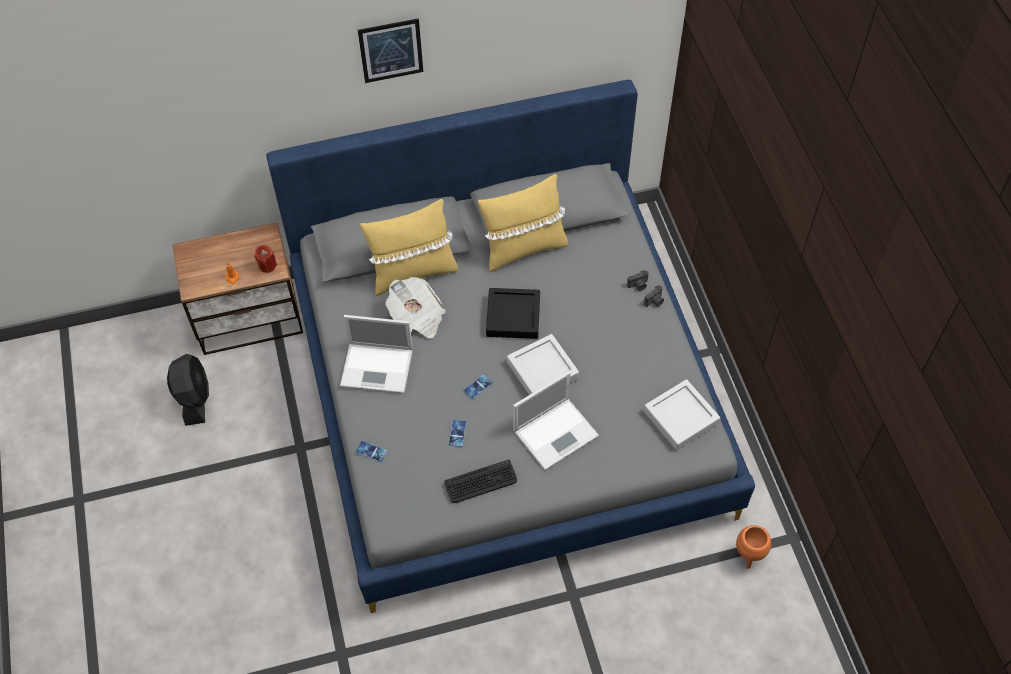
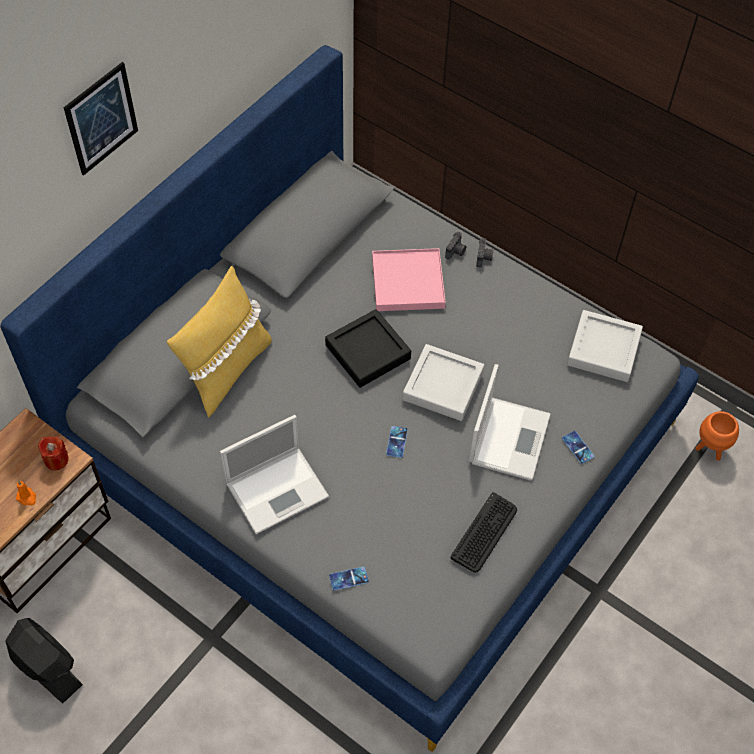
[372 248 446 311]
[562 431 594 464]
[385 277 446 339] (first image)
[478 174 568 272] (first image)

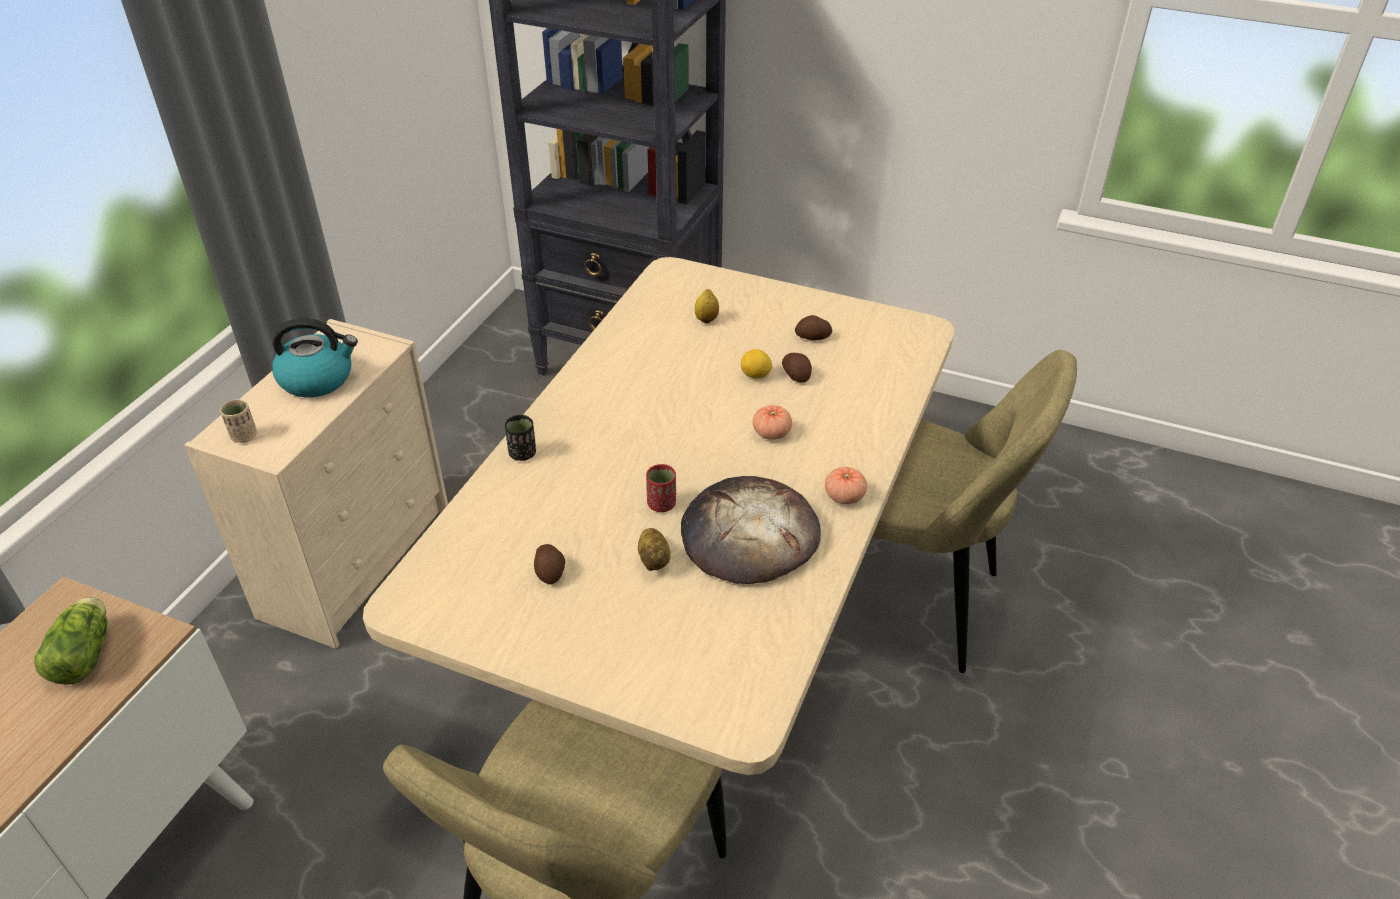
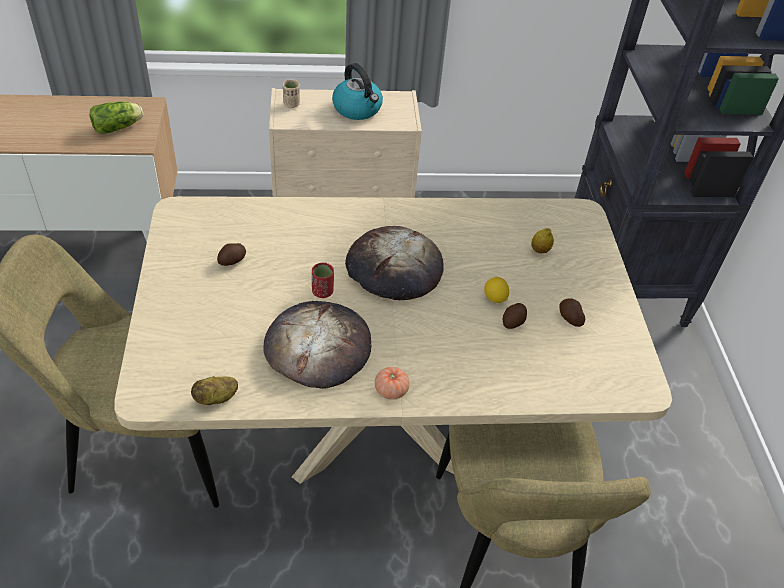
[191 377 238 405]
[345 226 444 300]
[505 415 536 461] (first image)
[753 405 792 440] (first image)

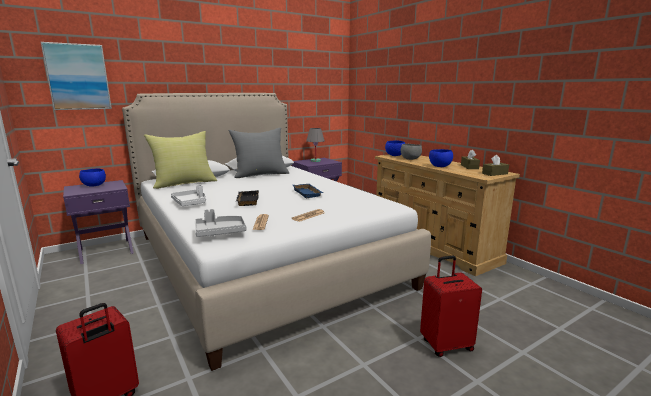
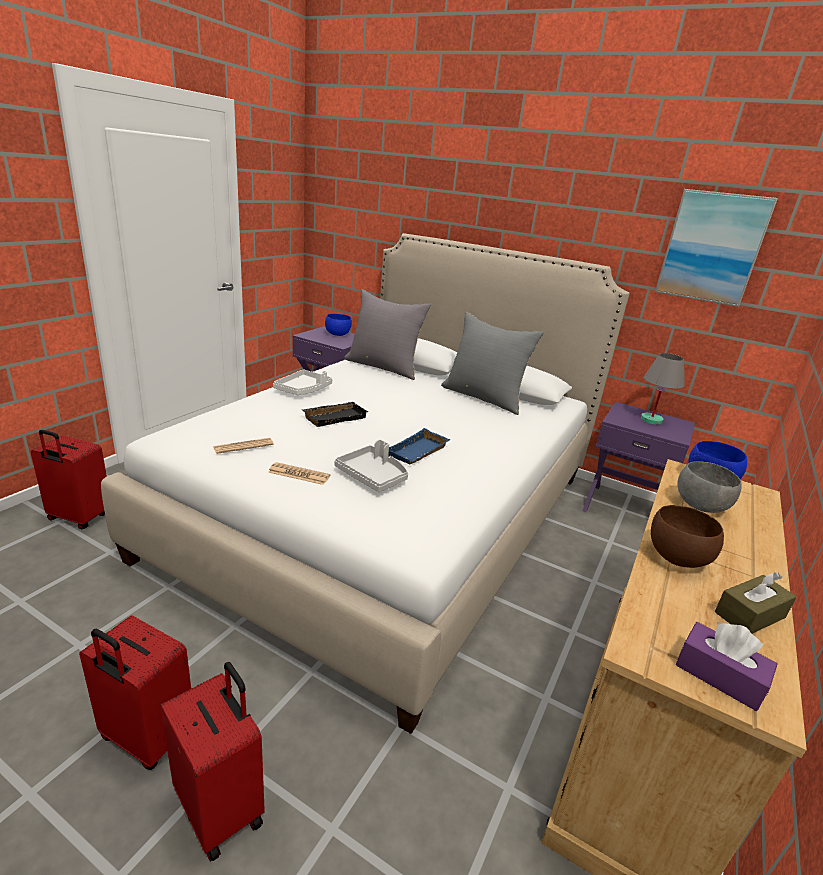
[79 615 191 770]
[334 439 408 492]
[344 289 431 380]
[651 505 724 568]
[655 189 778 307]
[676 622 777 711]

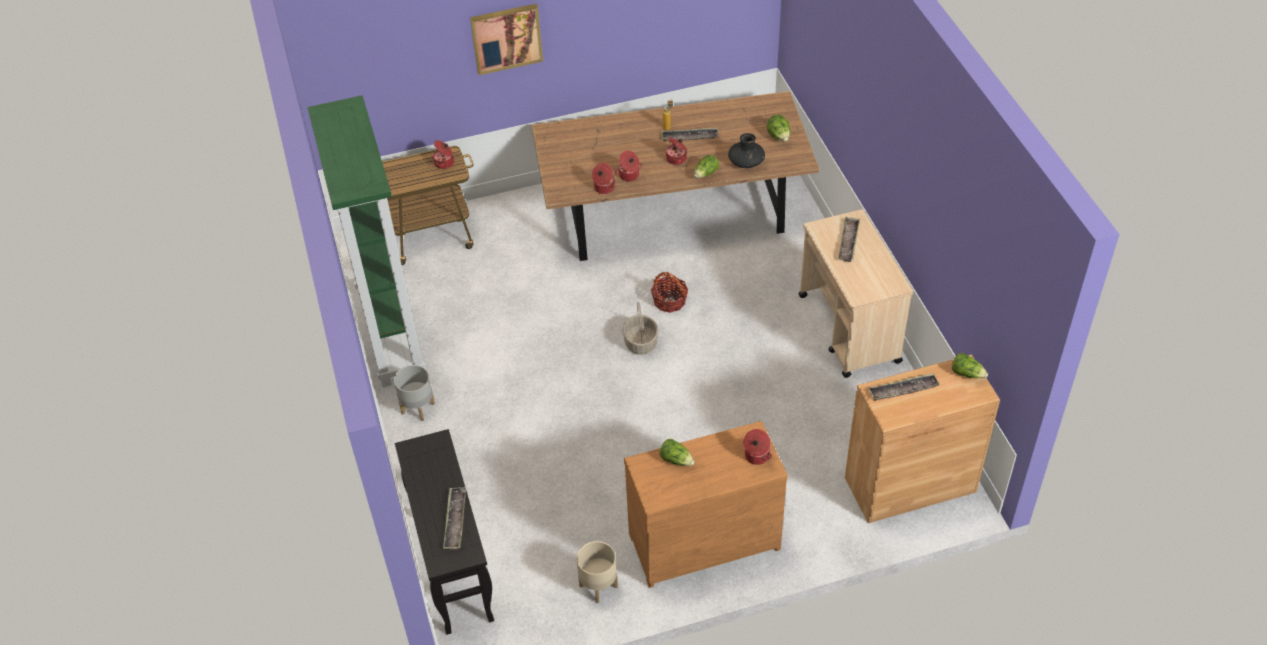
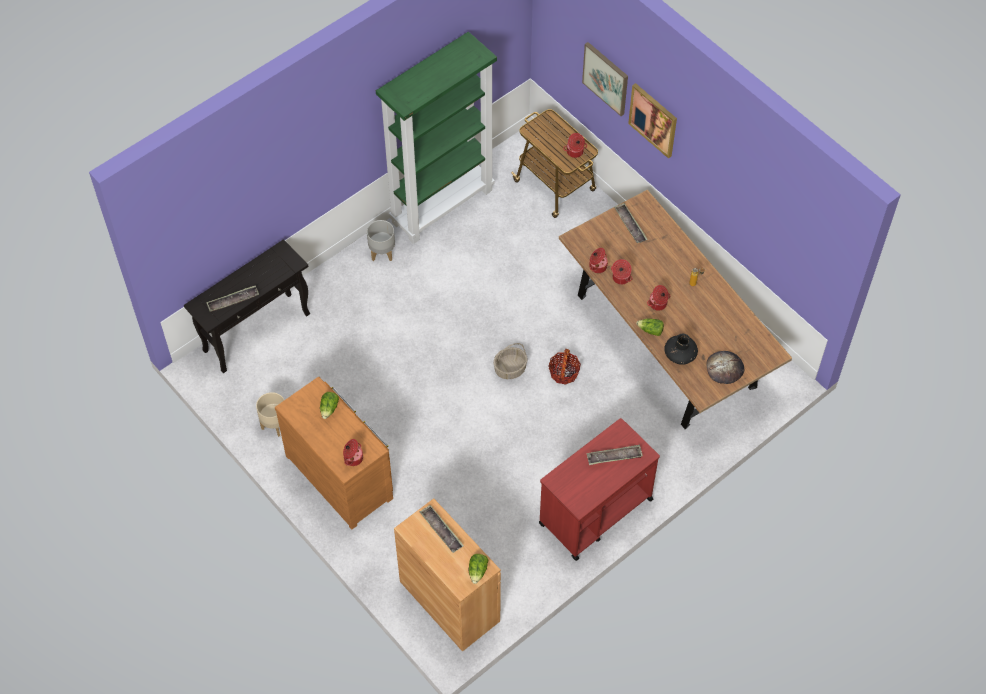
[539 418 660 561]
[582 42 628 116]
[614 203 648 243]
[706 351 744 384]

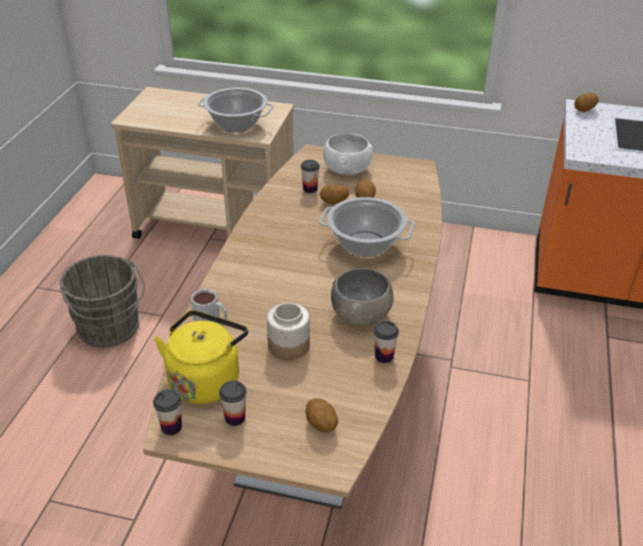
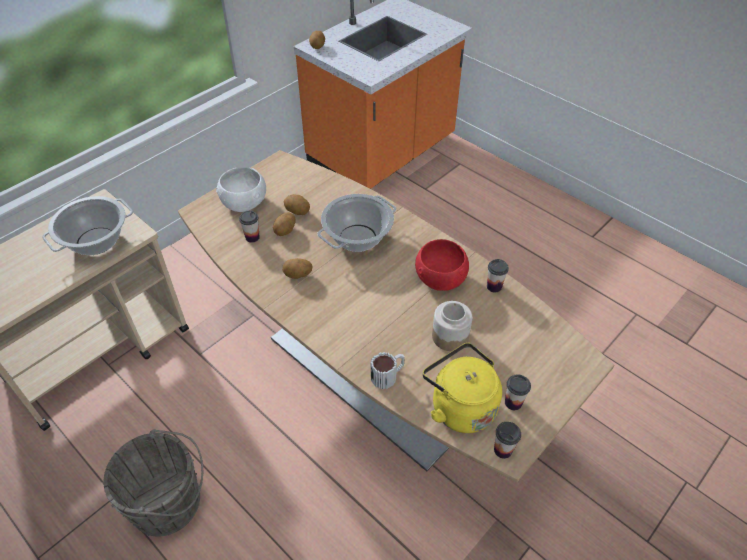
[282 258 313 279]
[415 239 469 291]

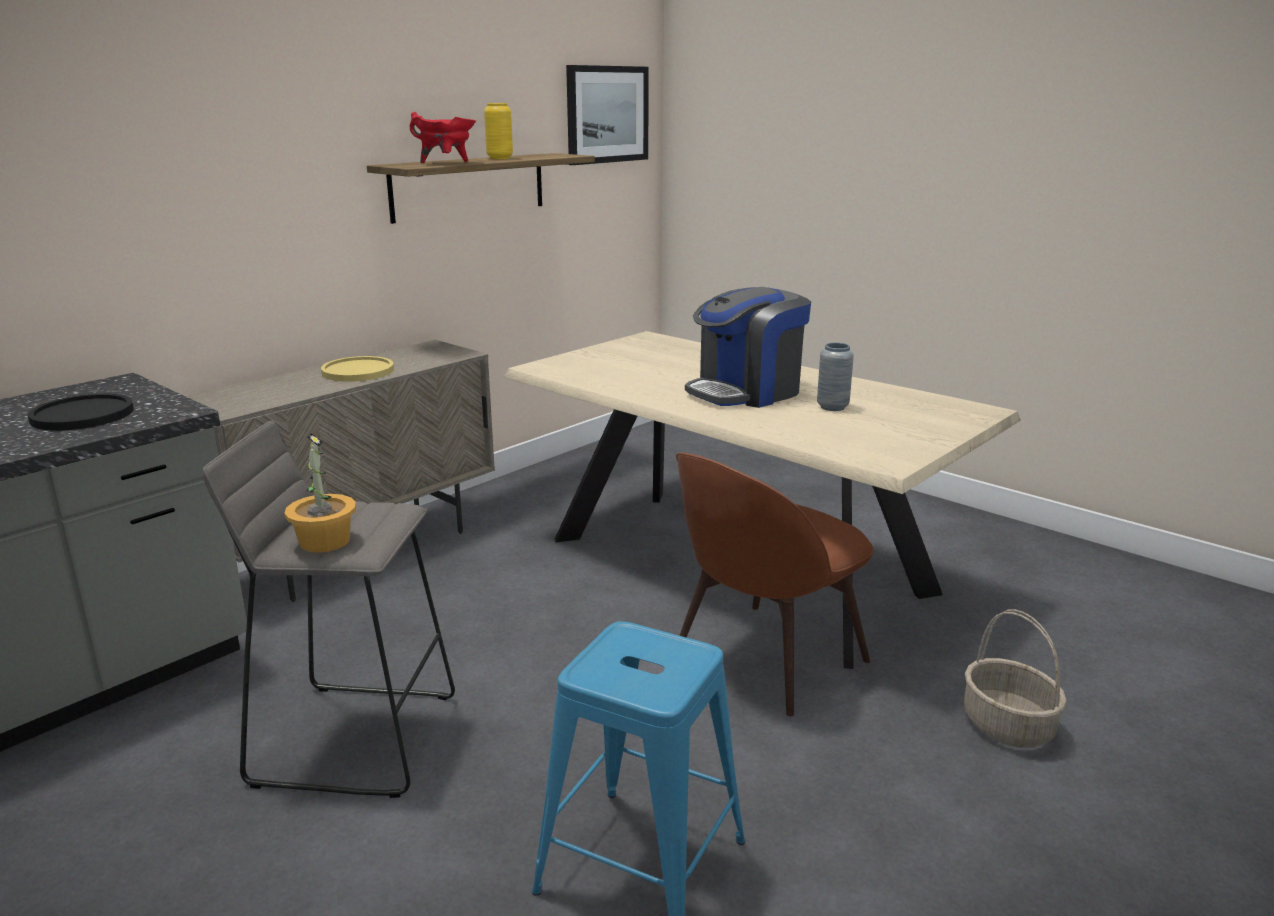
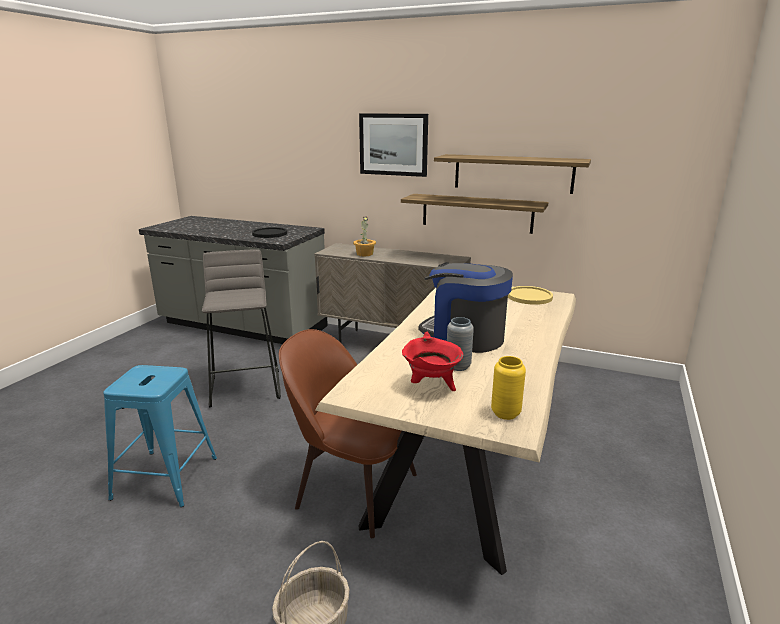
[353 216 376 256]
[359 113 428 177]
[401 194 549 234]
[402 332 463 391]
[491 356 526 420]
[508 286 553 305]

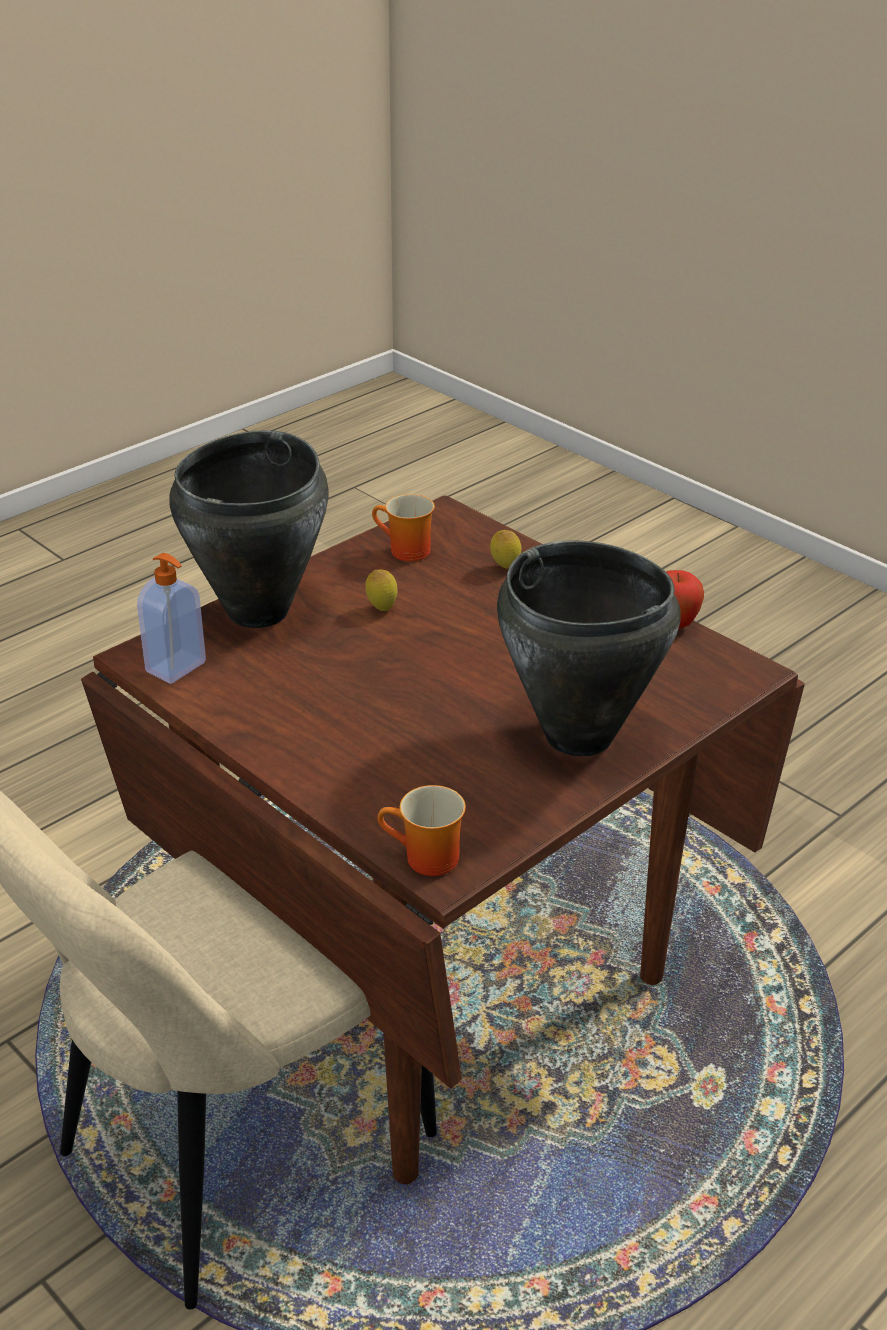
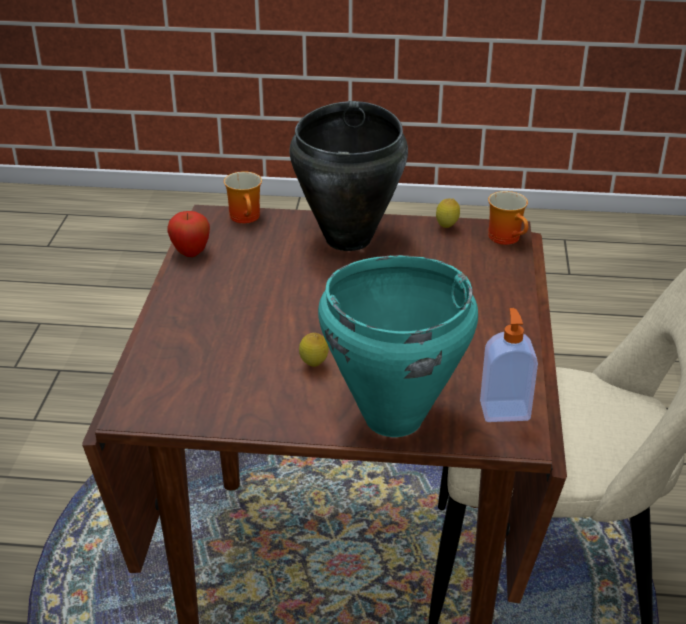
[224 172 262 223]
[318 255 478 437]
[436 199 460 228]

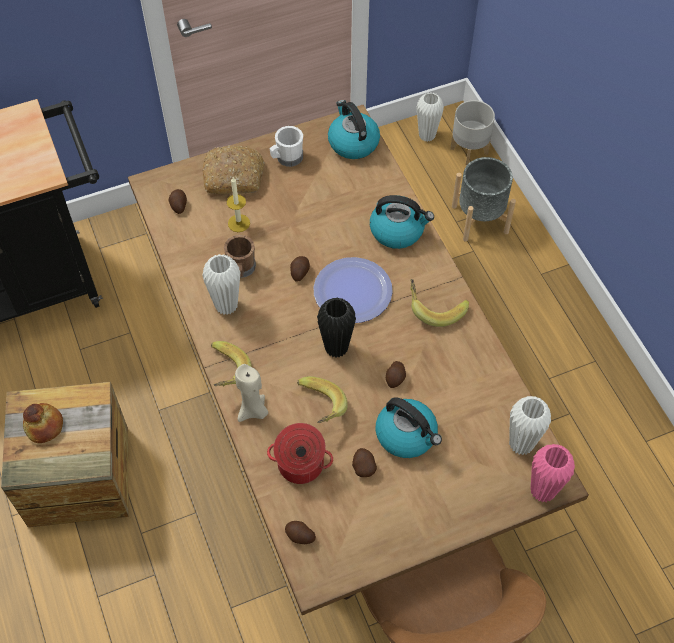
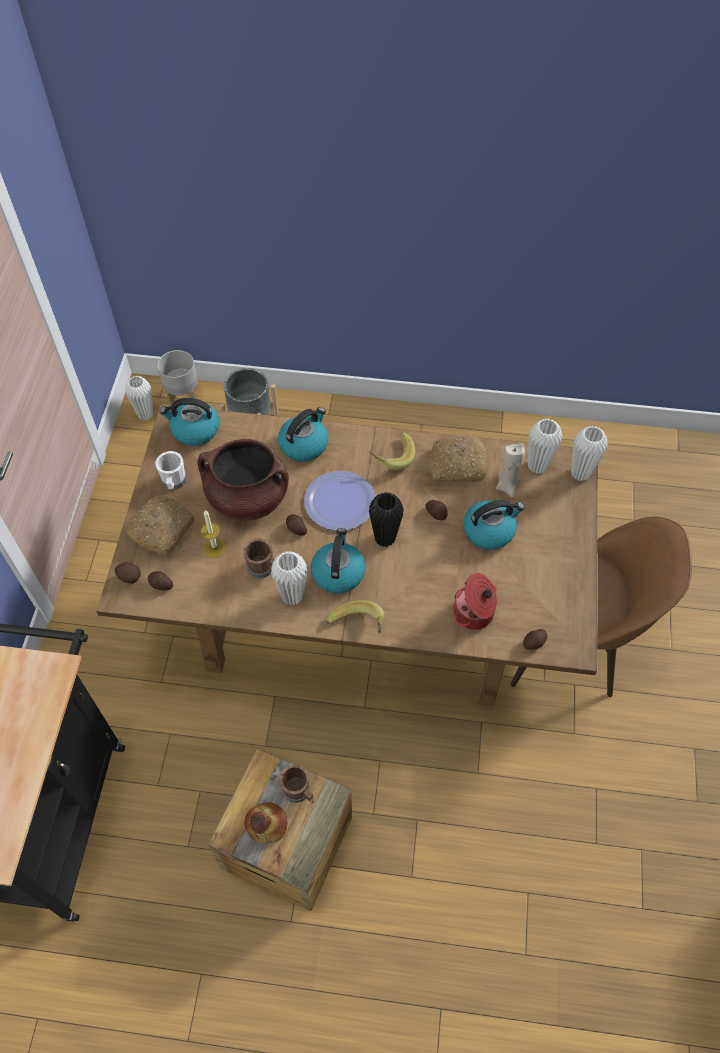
[115 562 141 584]
[198 439 289 521]
[279 764 313 803]
[311 528 365 593]
[429 435 488 482]
[496 443 525 498]
[571 426 608 481]
[297 376 348 423] (first image)

